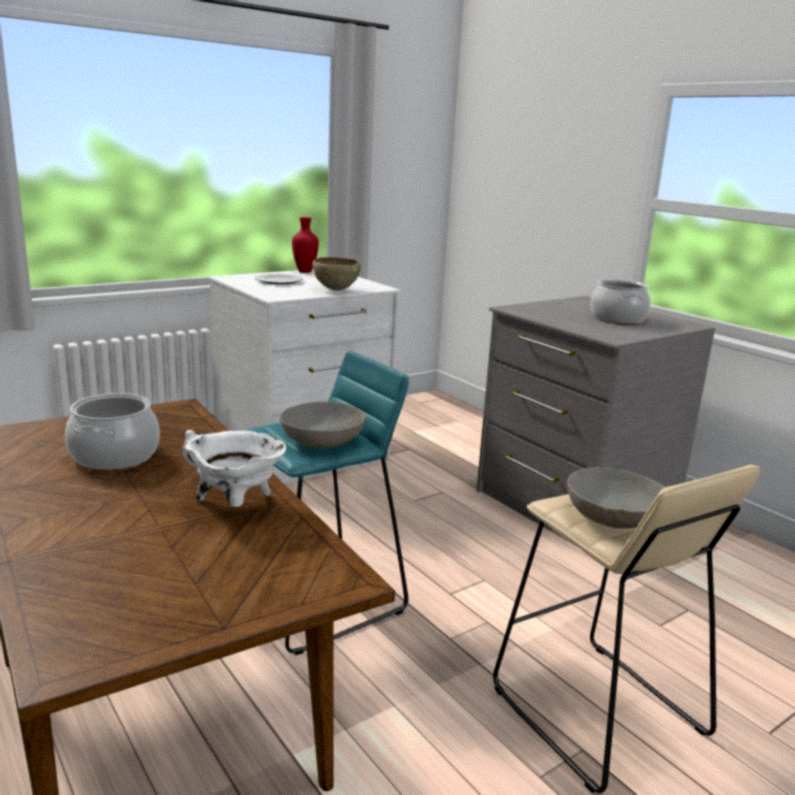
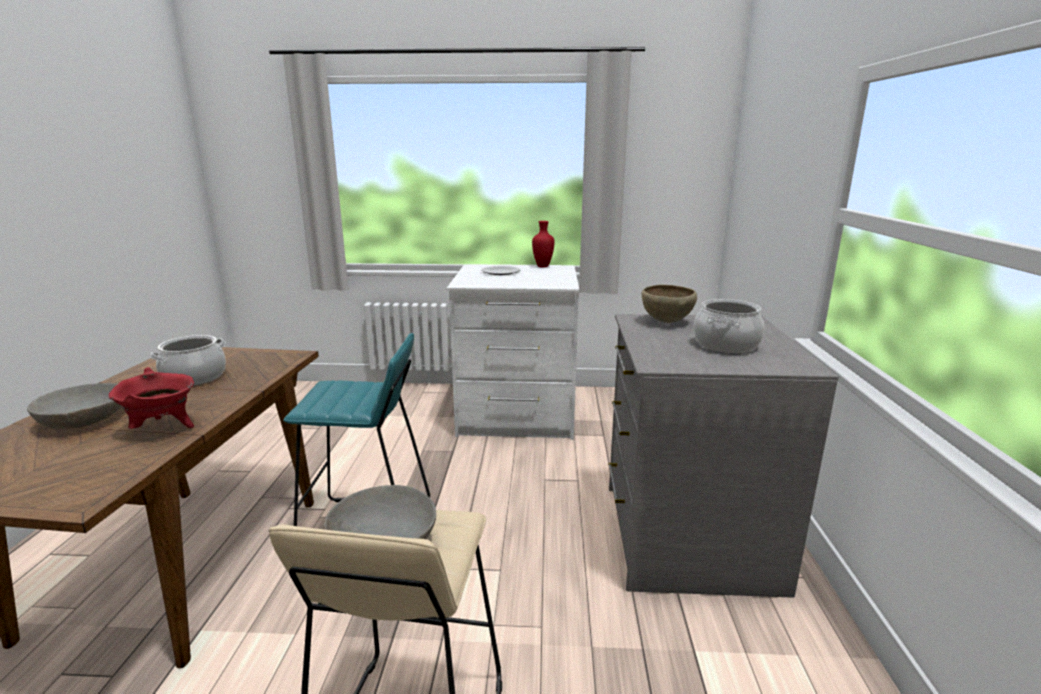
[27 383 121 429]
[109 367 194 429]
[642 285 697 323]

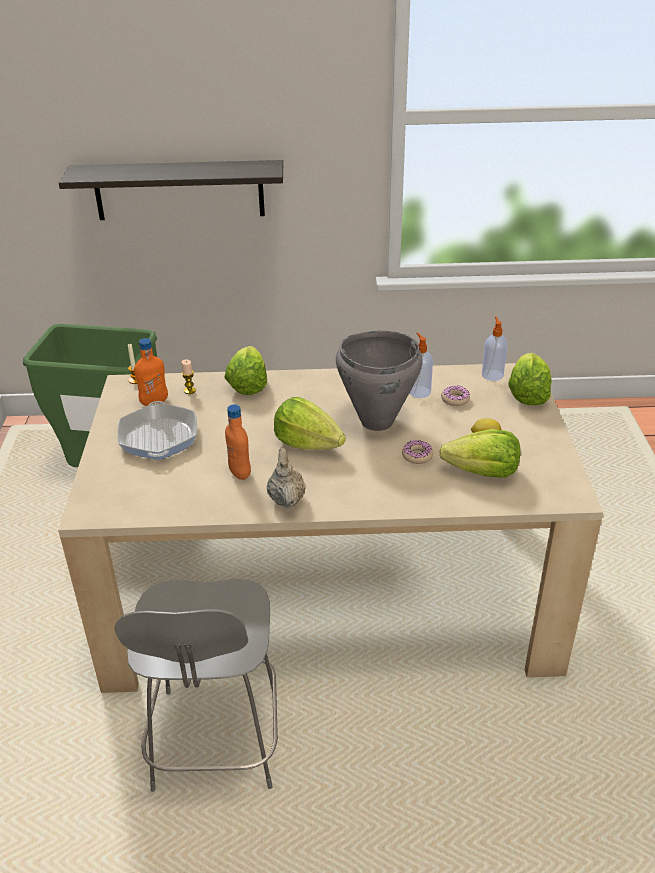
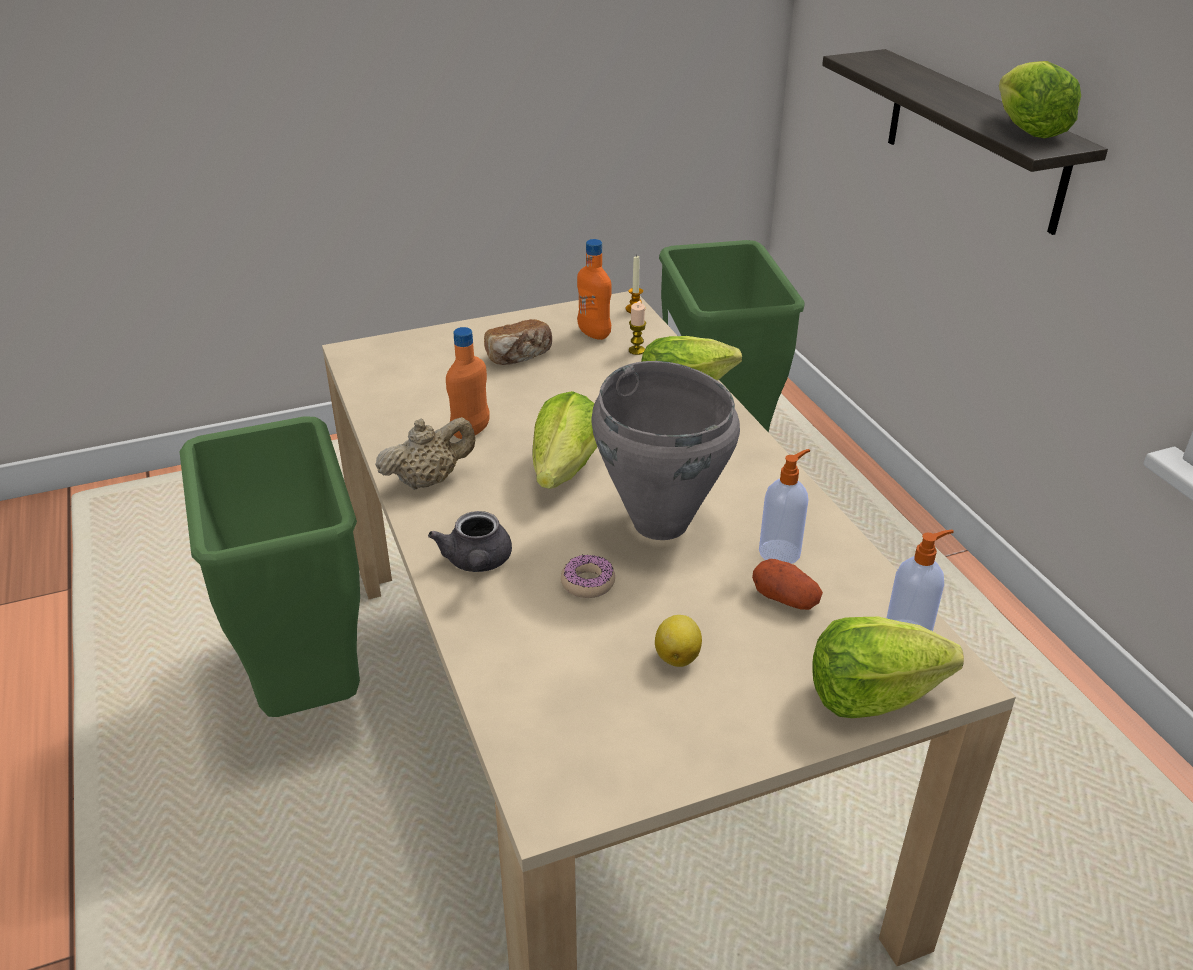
[179 417 360 717]
[428 511 512 572]
[484 319 552 365]
[752 559 823 610]
[999 61 1081 138]

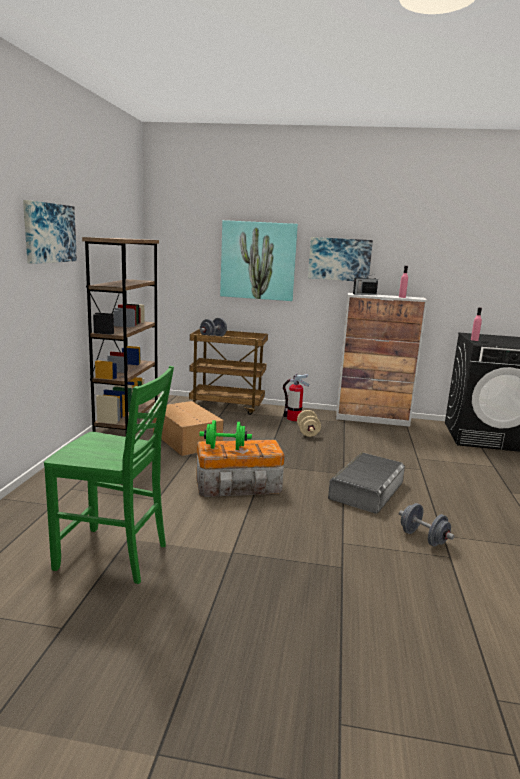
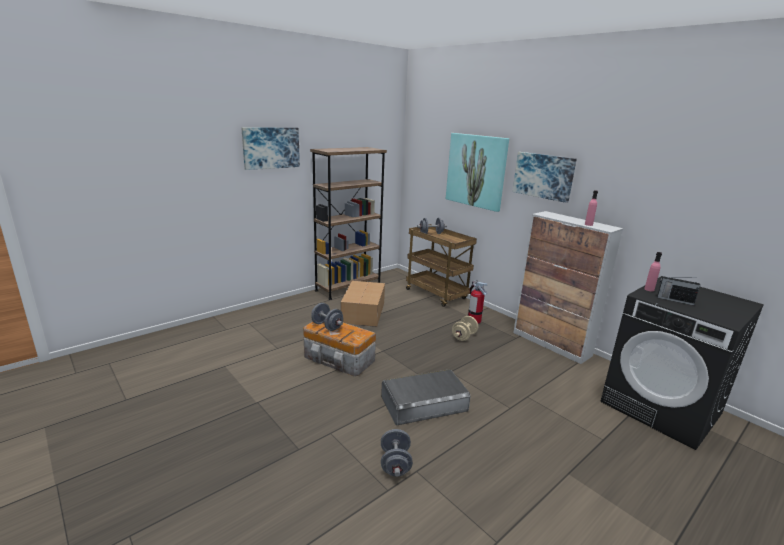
[311 303 343 331]
[657 276 700 306]
[44 366 174 584] (first image)

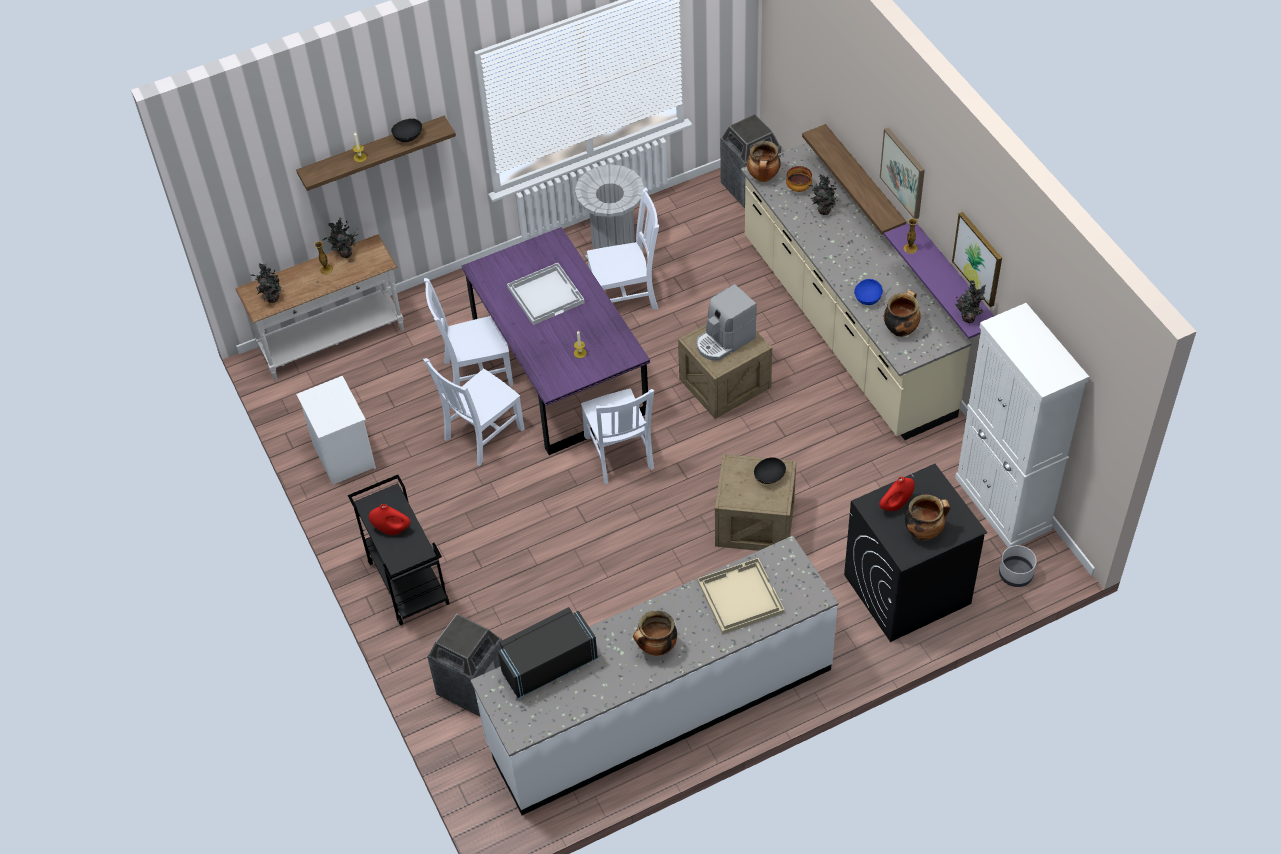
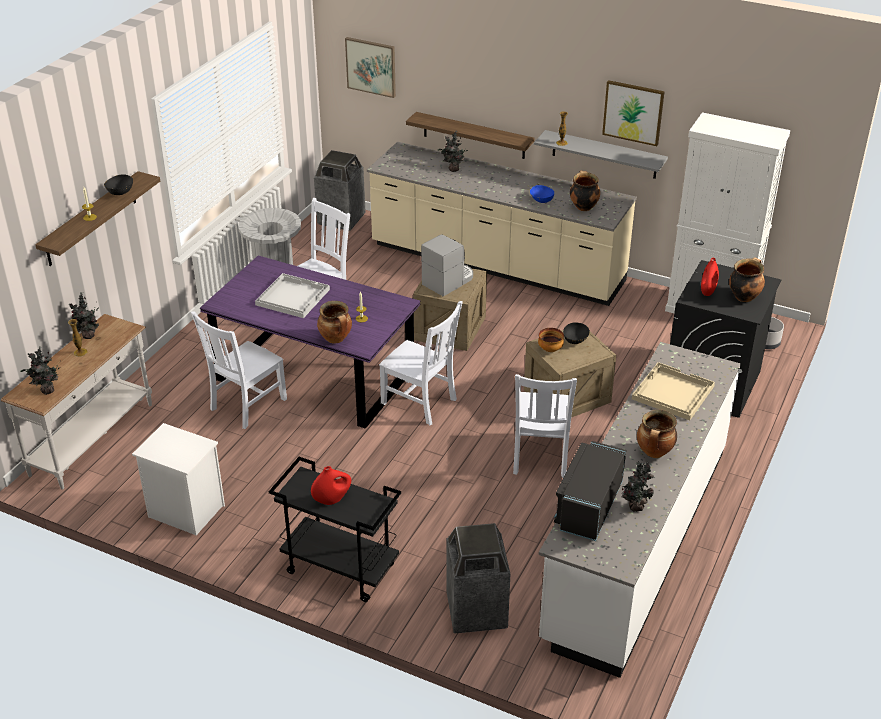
[317 301 352 344]
[345 37 396 98]
[421 234 473 296]
[513 374 577 478]
[534 130 668 179]
[538 328 564 352]
[621 461 654 512]

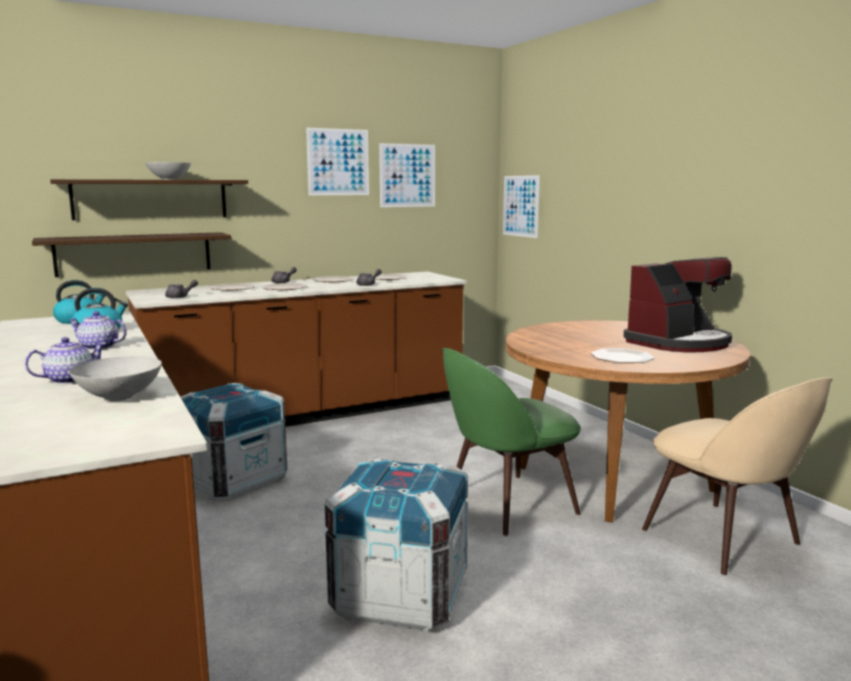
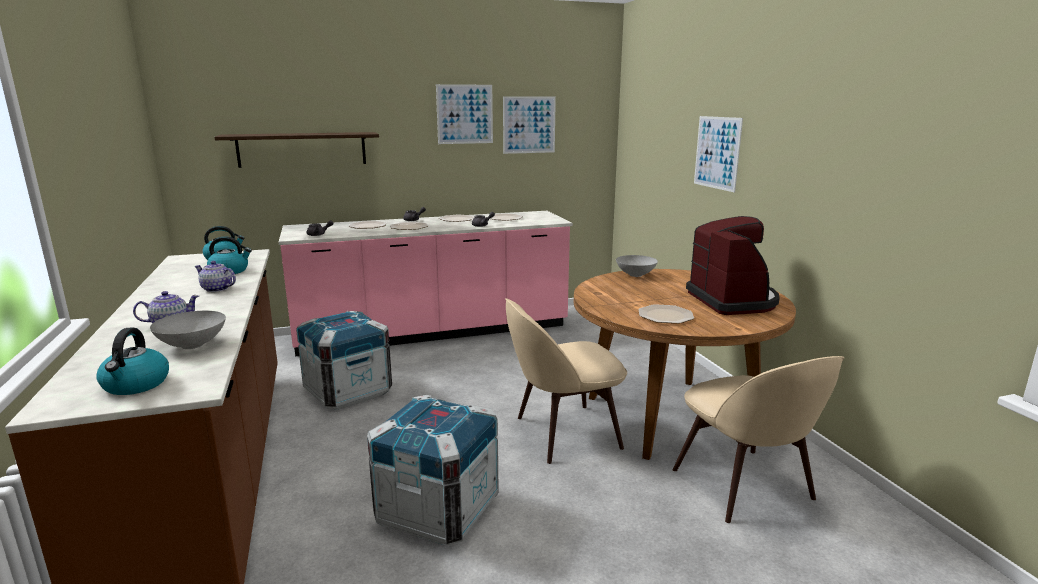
[96 328 169 395]
[279 211 573 356]
[505 298 627 464]
[616 255 658 277]
[686 216 780 315]
[694 116 743 193]
[32 232 231 277] (first image)

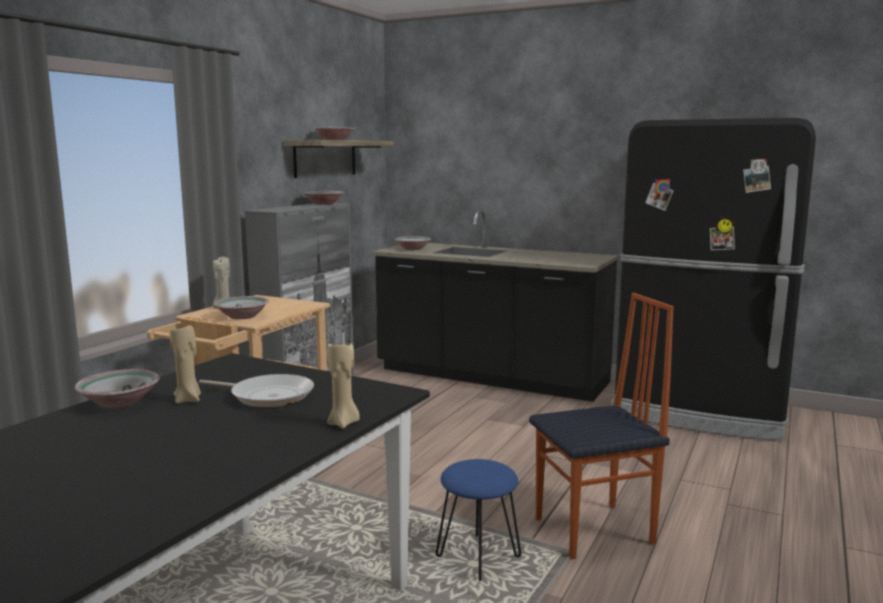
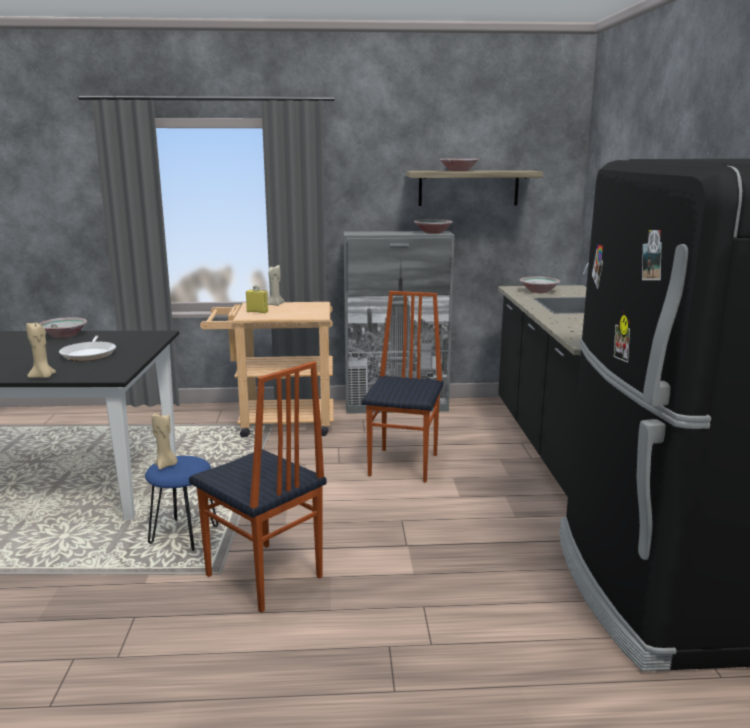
[152 413 178 470]
[246 285 268 313]
[362 291 444 482]

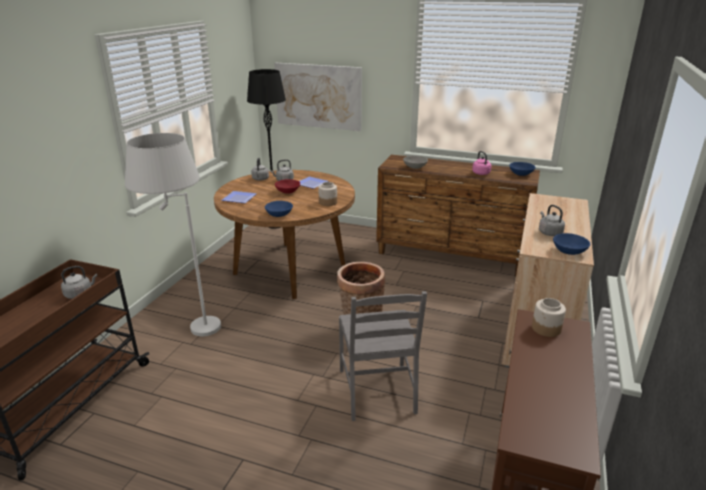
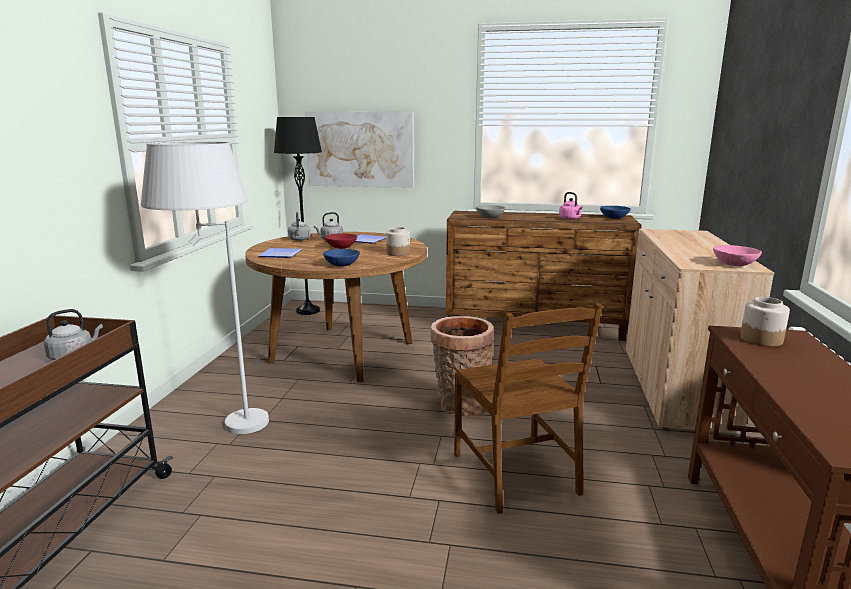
[454 303 603 514]
[713 245 762 266]
[539 205 565 236] (first image)

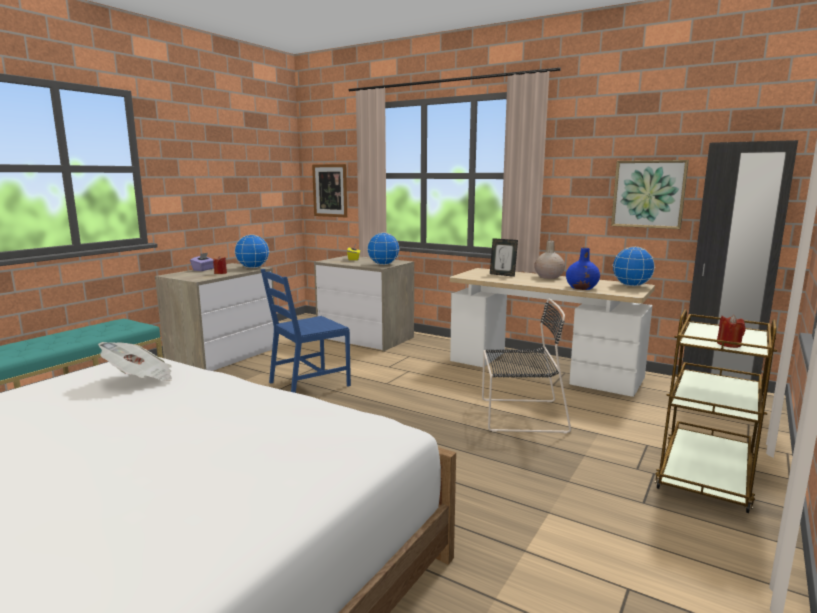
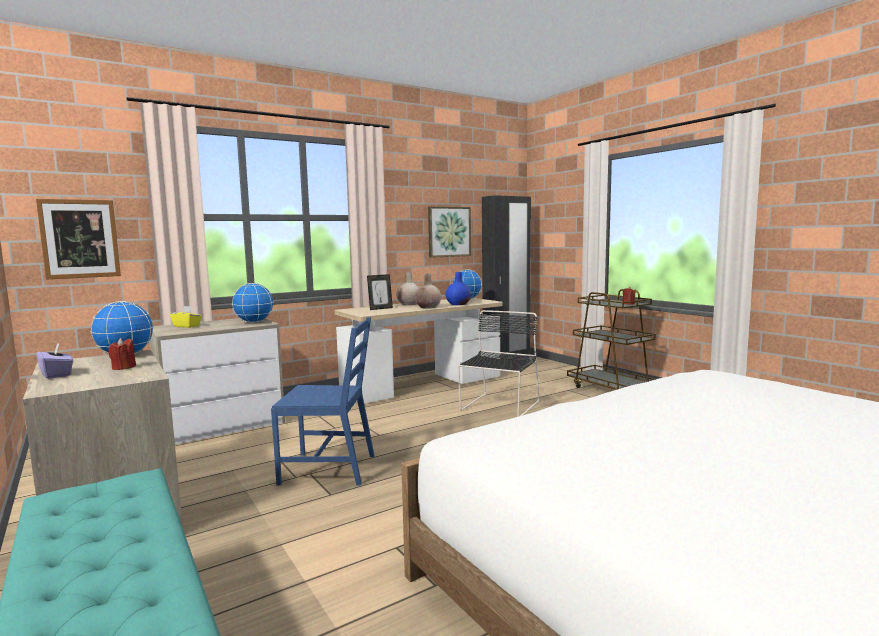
[271 317 375 486]
[414 274 441 309]
[98 342 172 381] (first image)

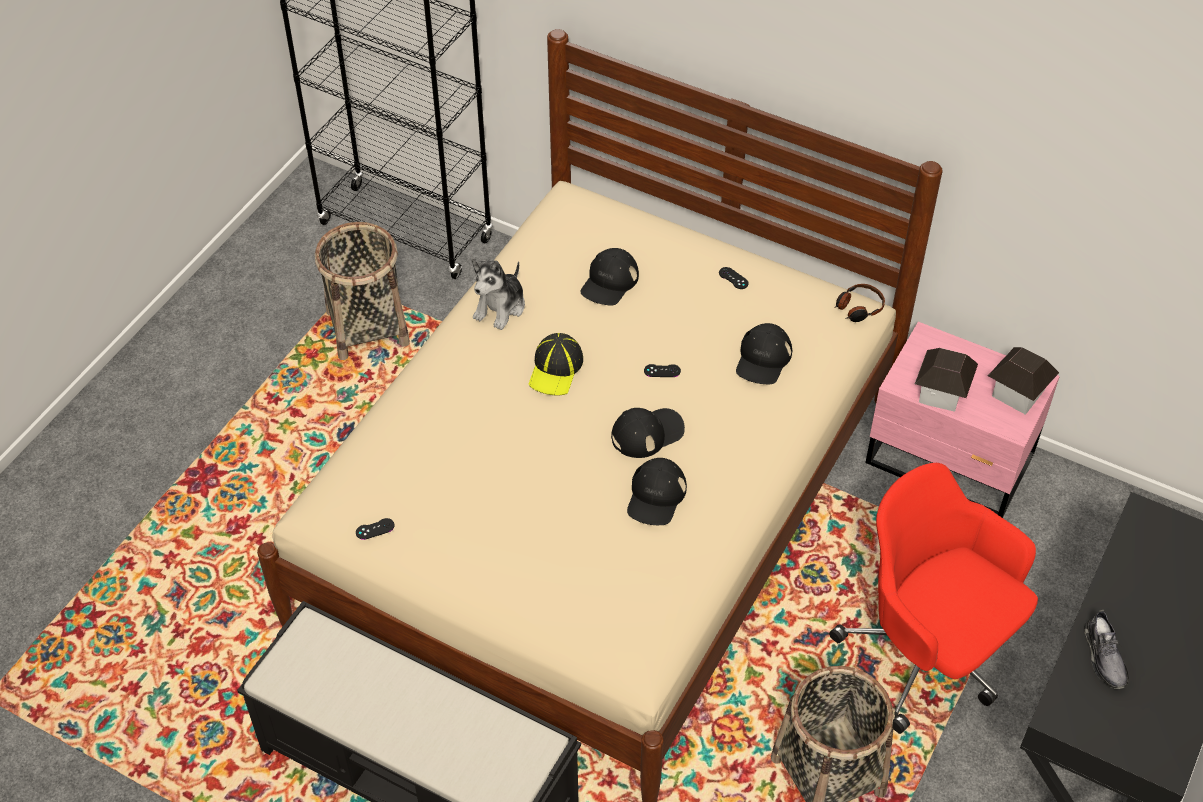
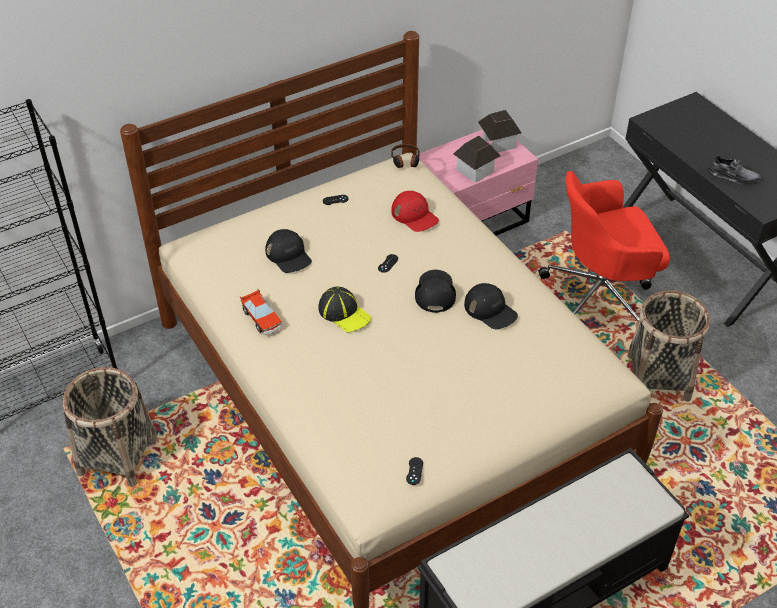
[240 289 282 335]
[391 191 439 232]

